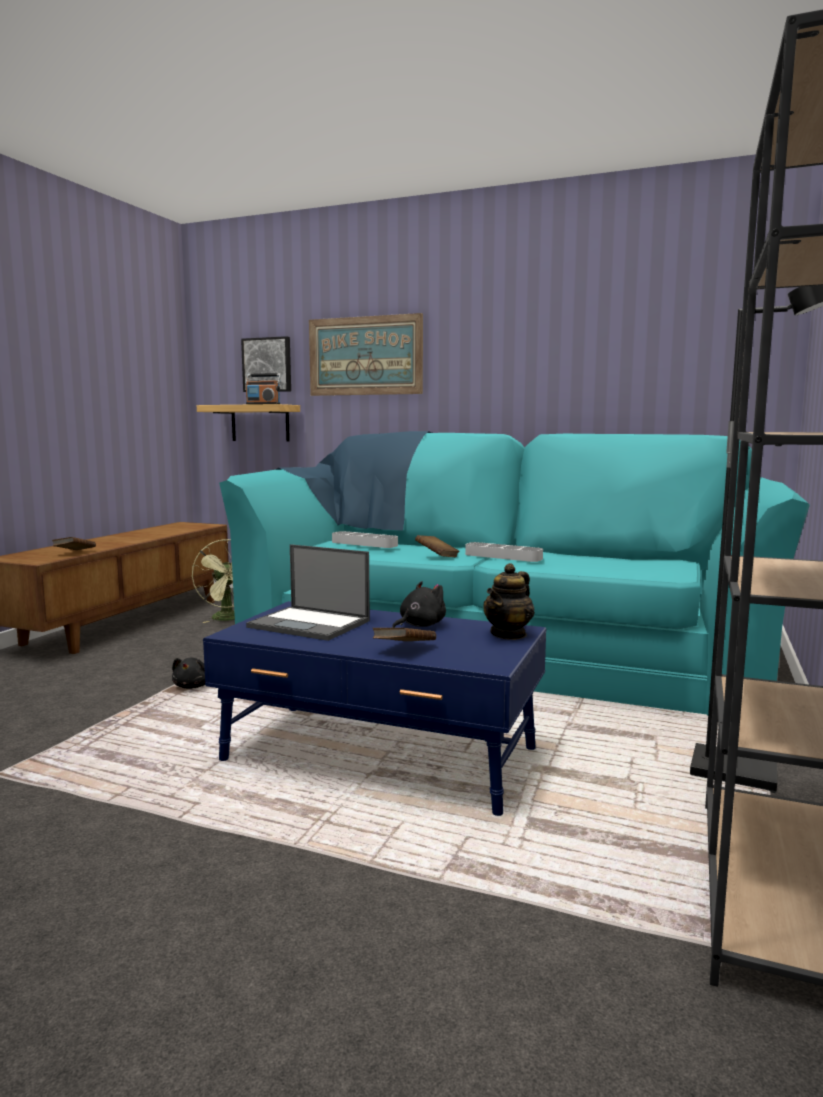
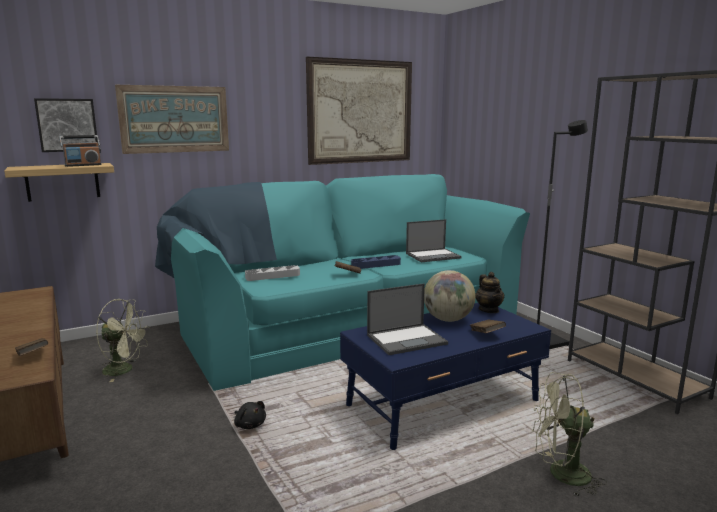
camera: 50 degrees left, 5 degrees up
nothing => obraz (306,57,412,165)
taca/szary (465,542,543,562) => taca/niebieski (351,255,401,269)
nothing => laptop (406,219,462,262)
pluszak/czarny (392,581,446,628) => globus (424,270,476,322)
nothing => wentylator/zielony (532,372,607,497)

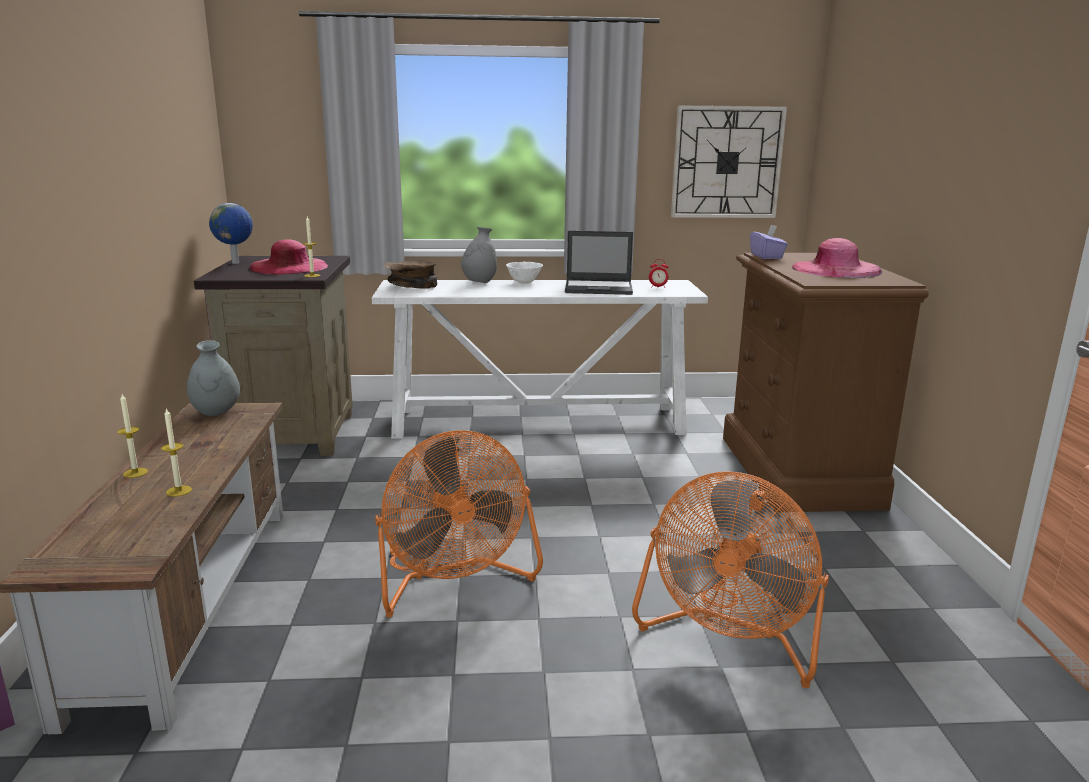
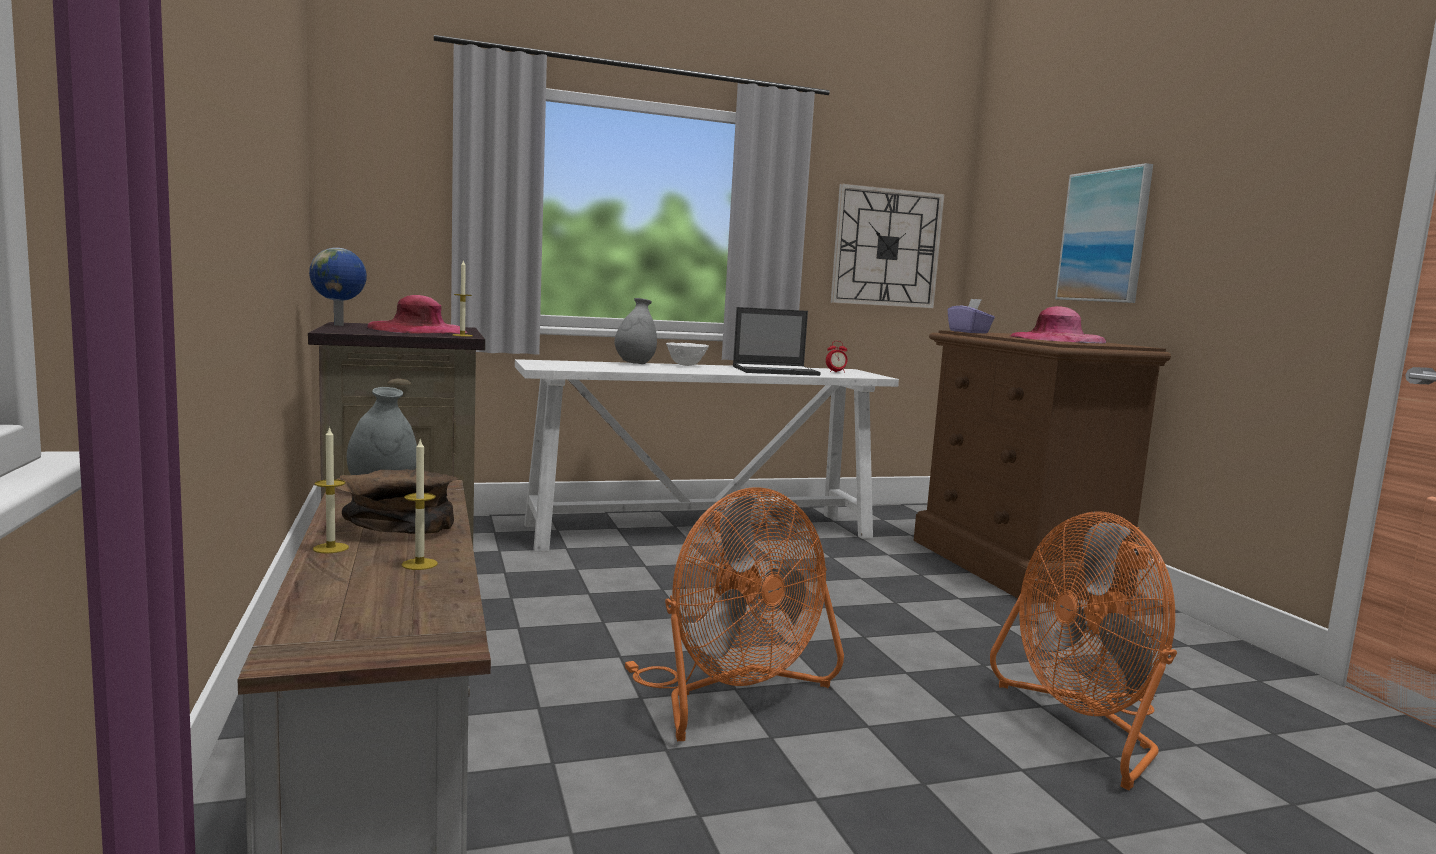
camera: 15 degrees left, 10 degrees down
miska/brązowy (383,260,438,288) => miska/brązowy (335,469,459,534), relocated
wentylator/pomarańczowy (632,472,829,688) => wentylator/pomarańczowy (990,511,1177,790), 60 degrees clockwise
nothing => obraz (1055,163,1153,303)

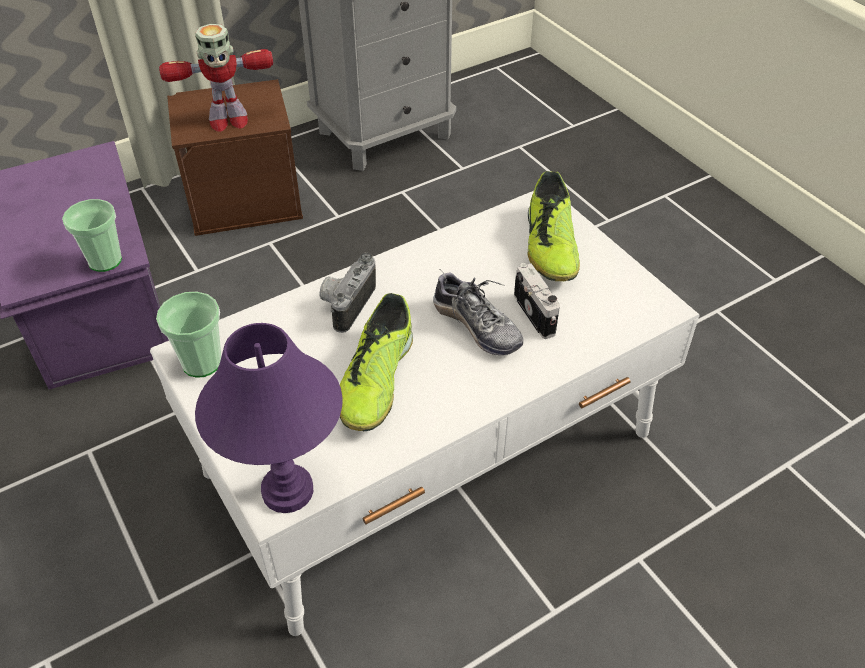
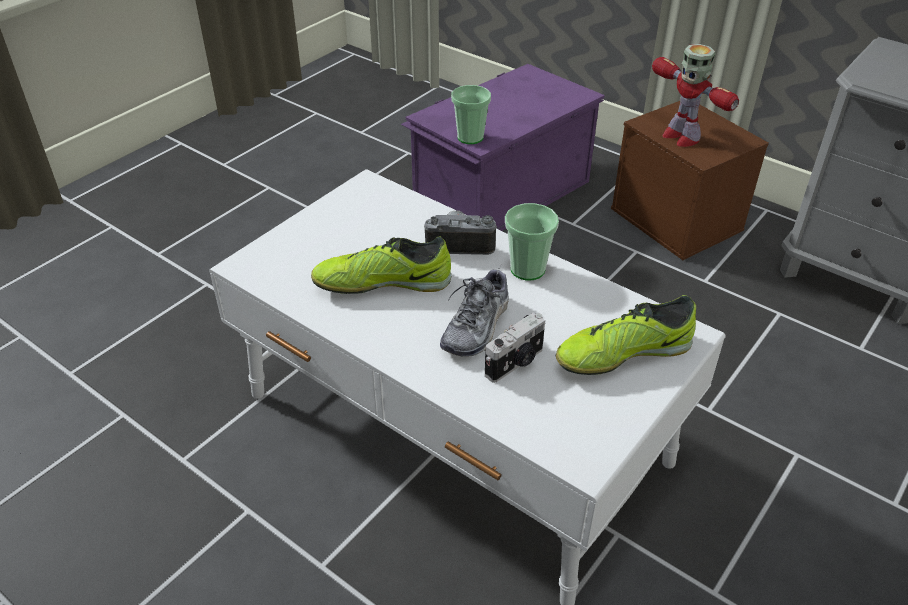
camera: 70 degrees right, 5 degrees down
filiżanka (156,292,221,377) => filiżanka (505,203,559,281), relocated
lampa stołowa/fioletowy (195,323,343,513) => nothing

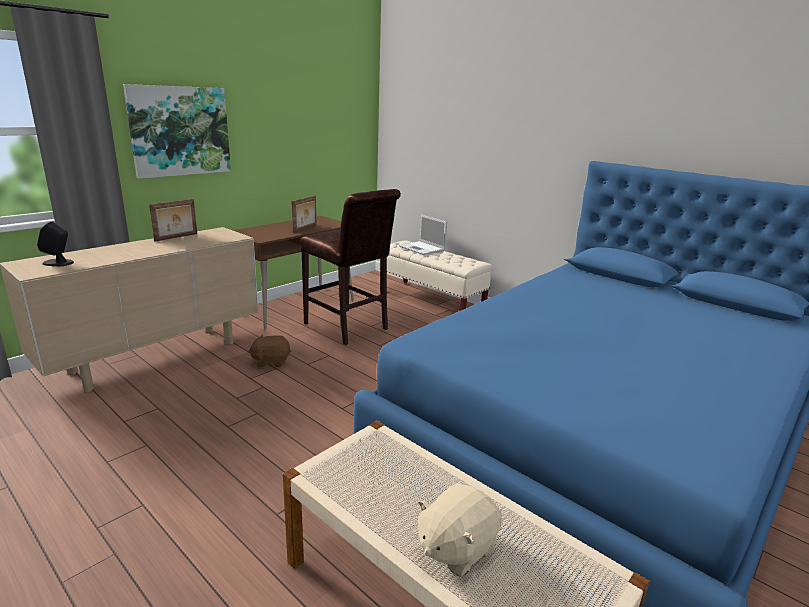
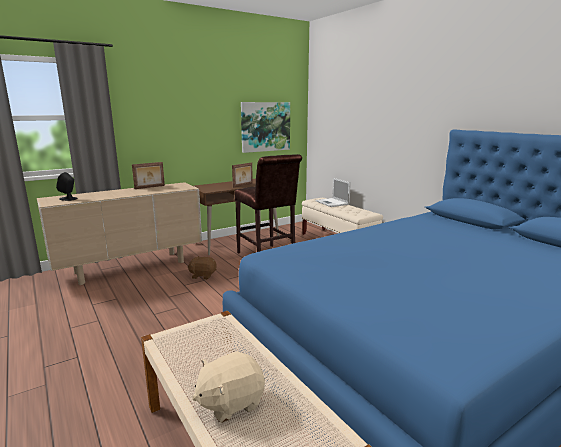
camera: 15 degrees right, 5 degrees down
obraz (123,84,231,179) => obraz (241,102,290,153), relocated

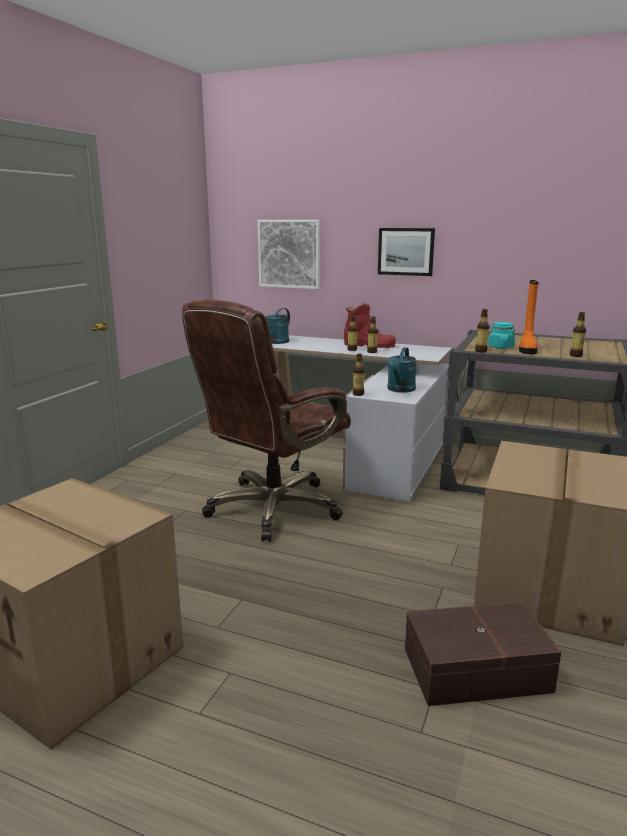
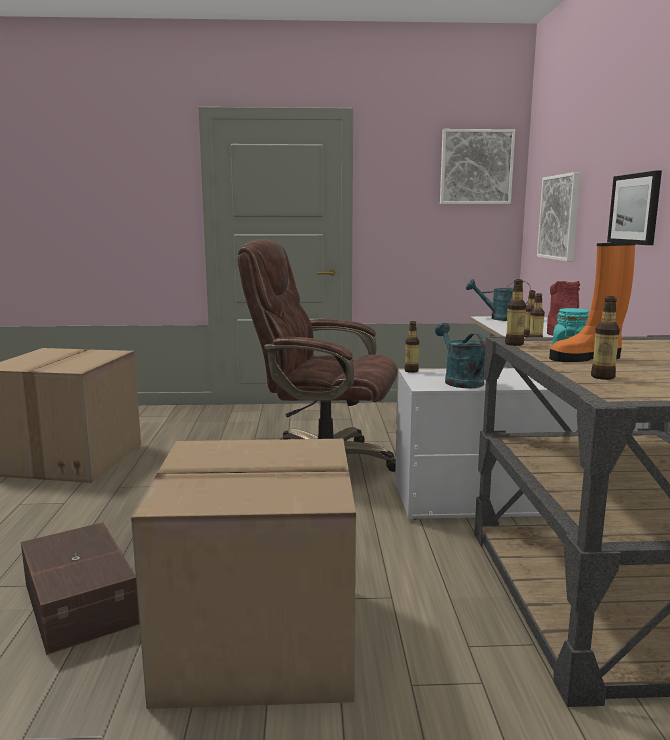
camera: 65 degrees right, 5 degrees down
konewka/turkusowy (387,347,416,393) => konewka/turkusowy (435,323,486,388), 75 degrees clockwise
nothing => obraz (440,129,515,204)

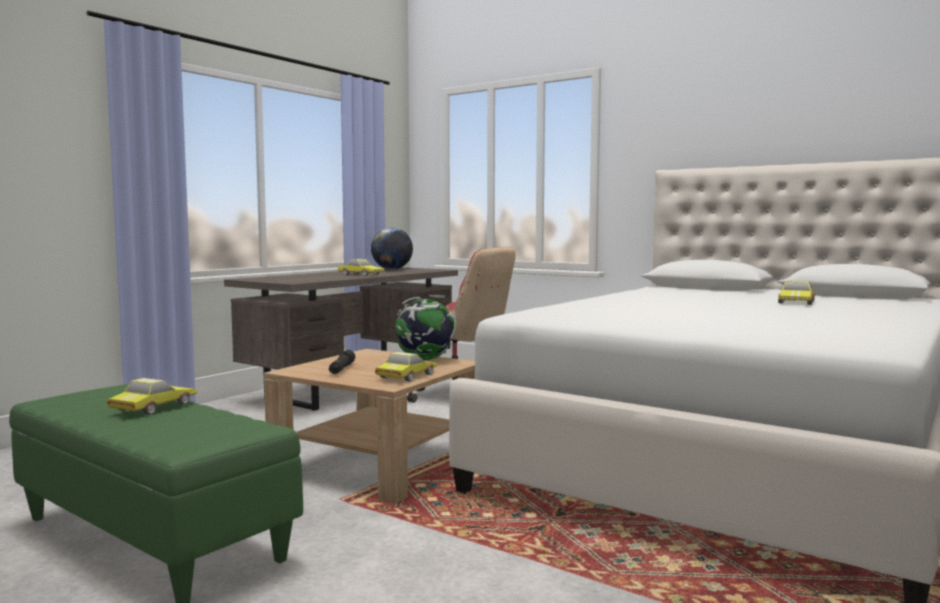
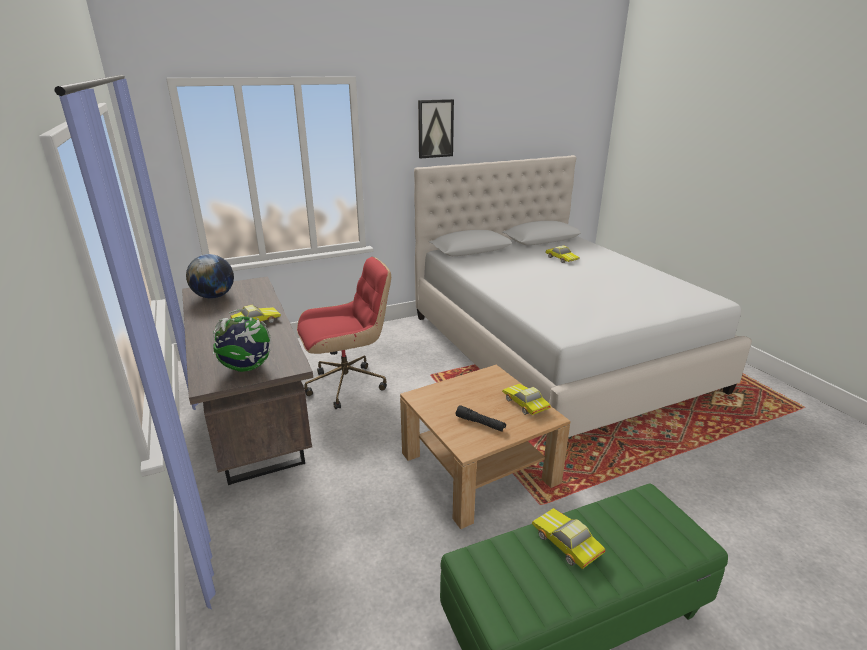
camera: 60 degrees left, 20 degrees up
globus (395,295,456,360) => globus (213,309,271,372), relocated
nothing => obraz (418,99,454,158)

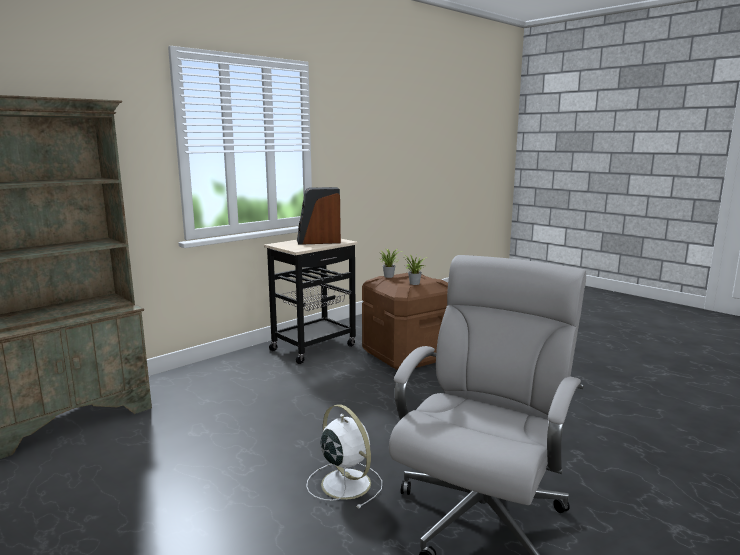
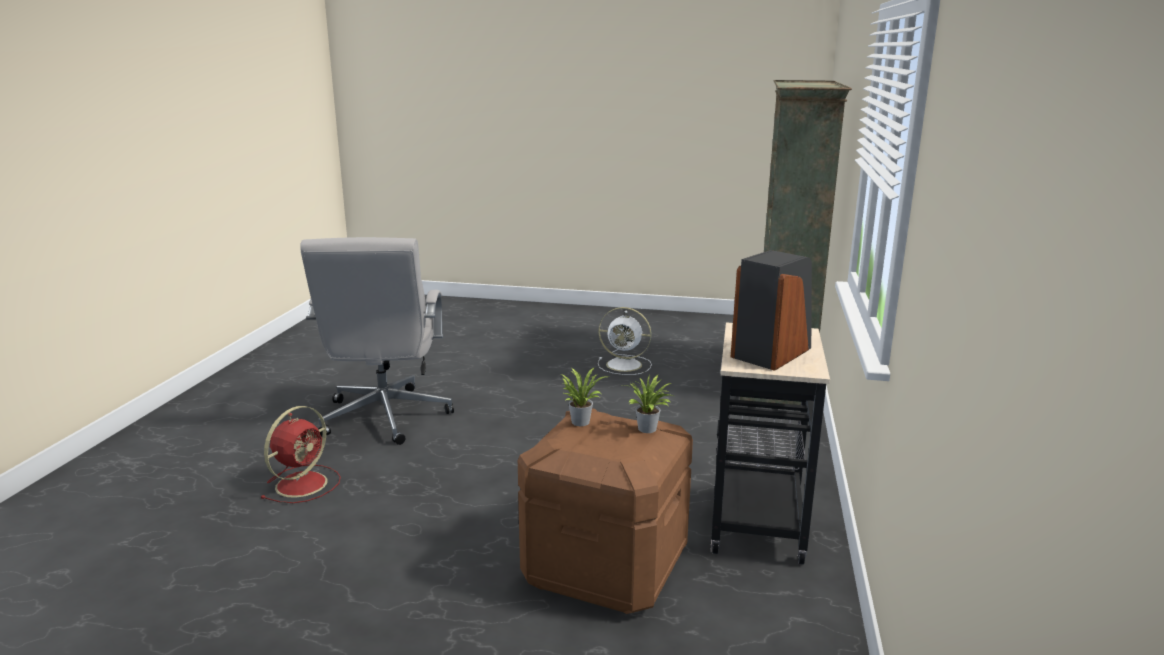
camera: 145 degrees right, 5 degrees up
nothing => wentylator/czerwony (261,406,341,503)
wentylator/biały (306,404,382,508) => wentylator/biały (598,307,652,375), relocated

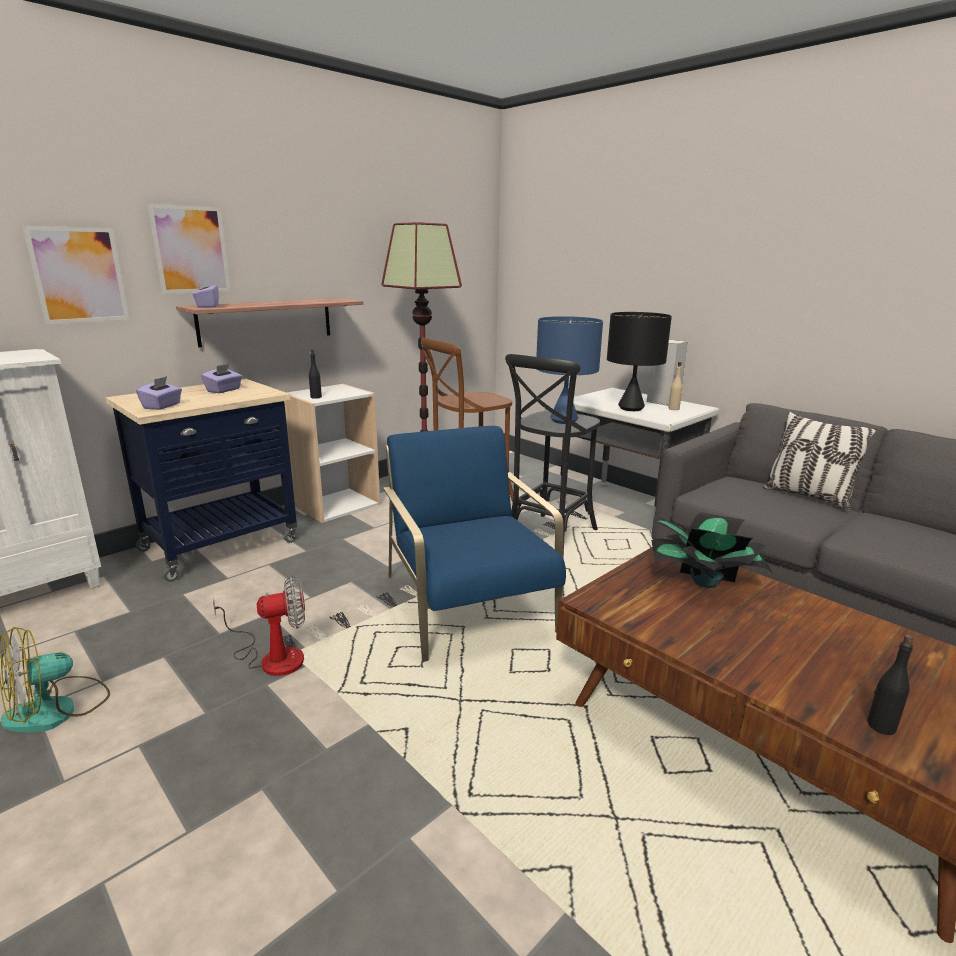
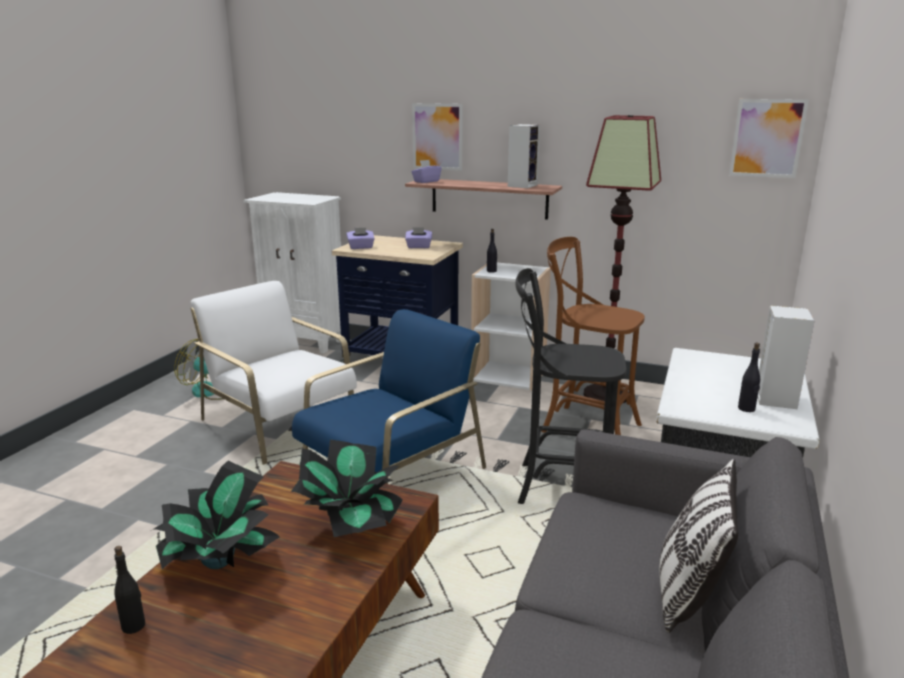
camera: 65 degrees right, 0 degrees up
nothing => roślina doniczkowa (152,461,280,569)
wentylator (213,576,305,676) => fotel/biały (190,281,357,465)
nothing => głośnik (508,124,540,188)
obraz (23,226,129,324) => obraz (729,99,809,178), relocated
butelka/beżowy (668,362,682,410) => butelka/czarny (738,343,760,412)
lampa stołowa/niebieski (536,316,603,424) => nothing
lampa stołowa/czarny (607,312,672,411) => nothing

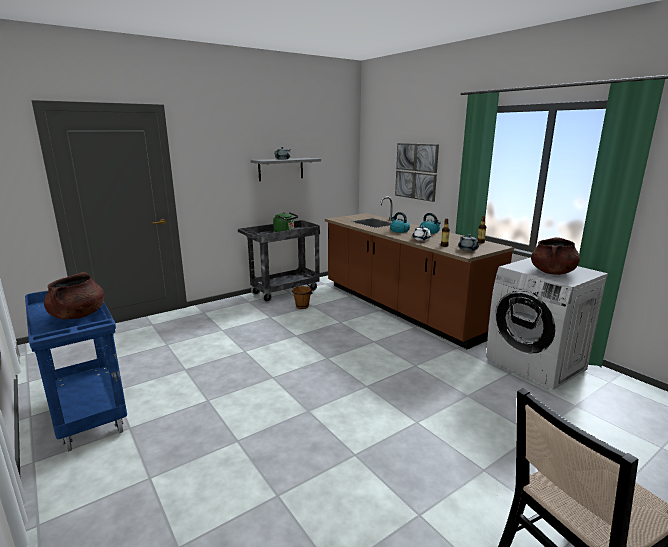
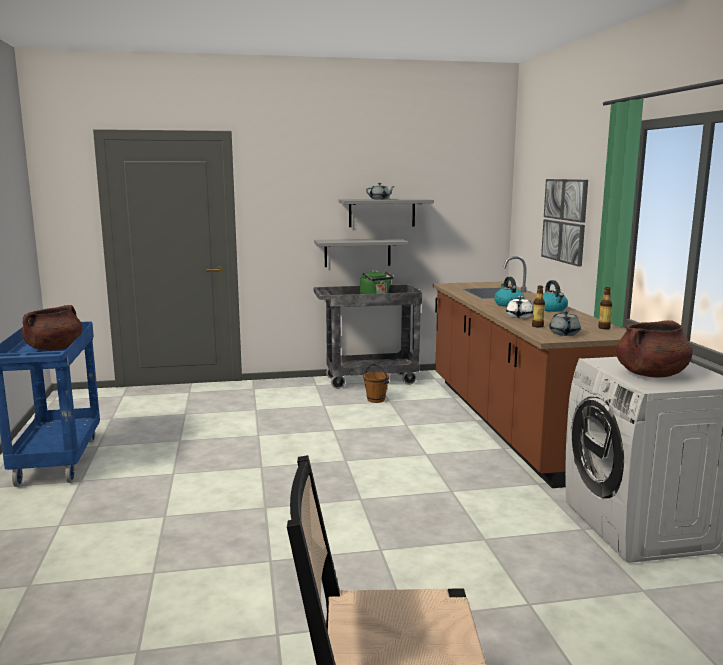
camera: 25 degrees right, 5 degrees down
nothing => półka/szary (314,238,408,267)

